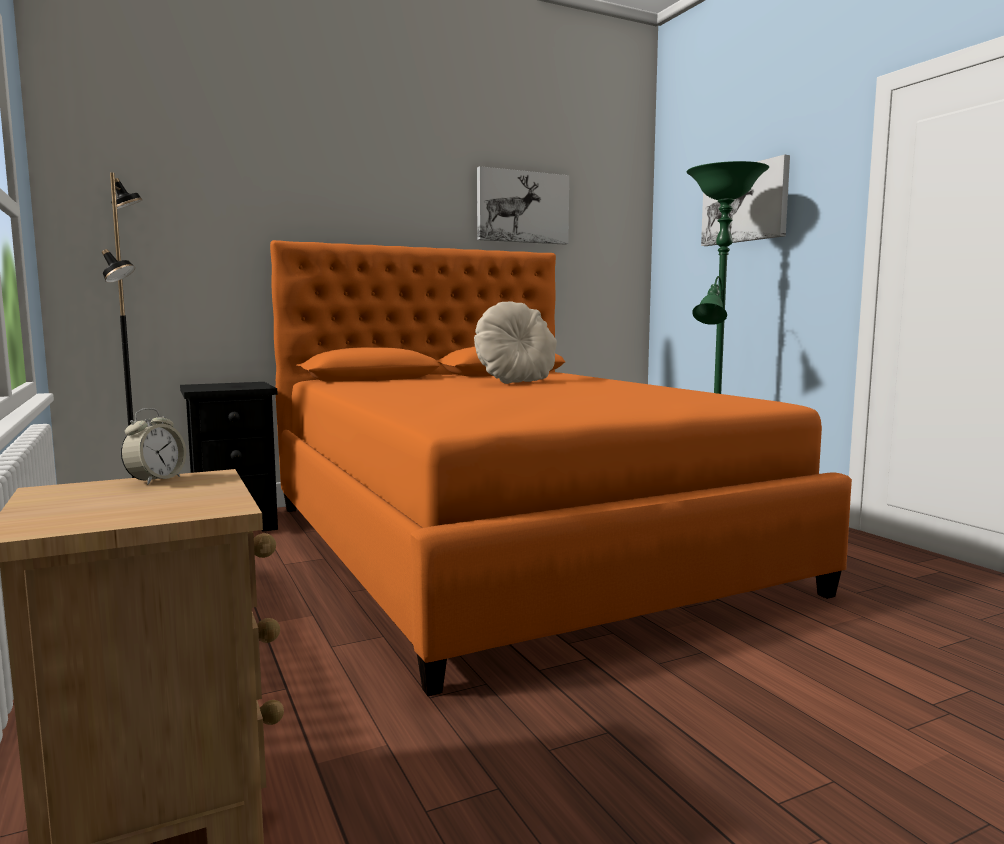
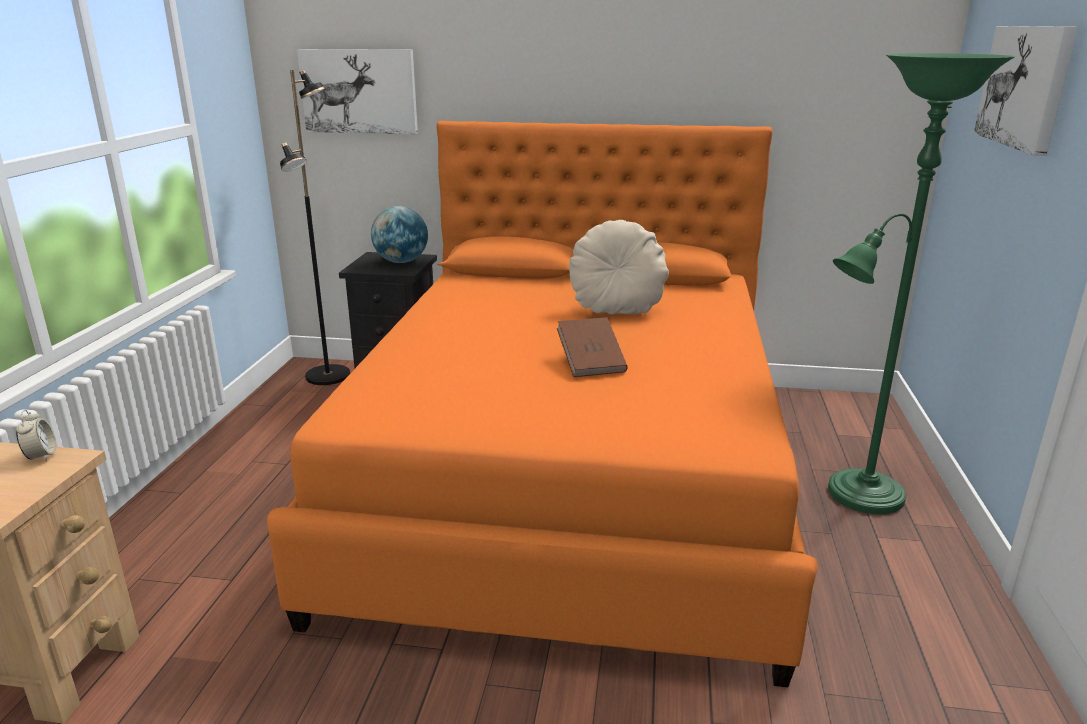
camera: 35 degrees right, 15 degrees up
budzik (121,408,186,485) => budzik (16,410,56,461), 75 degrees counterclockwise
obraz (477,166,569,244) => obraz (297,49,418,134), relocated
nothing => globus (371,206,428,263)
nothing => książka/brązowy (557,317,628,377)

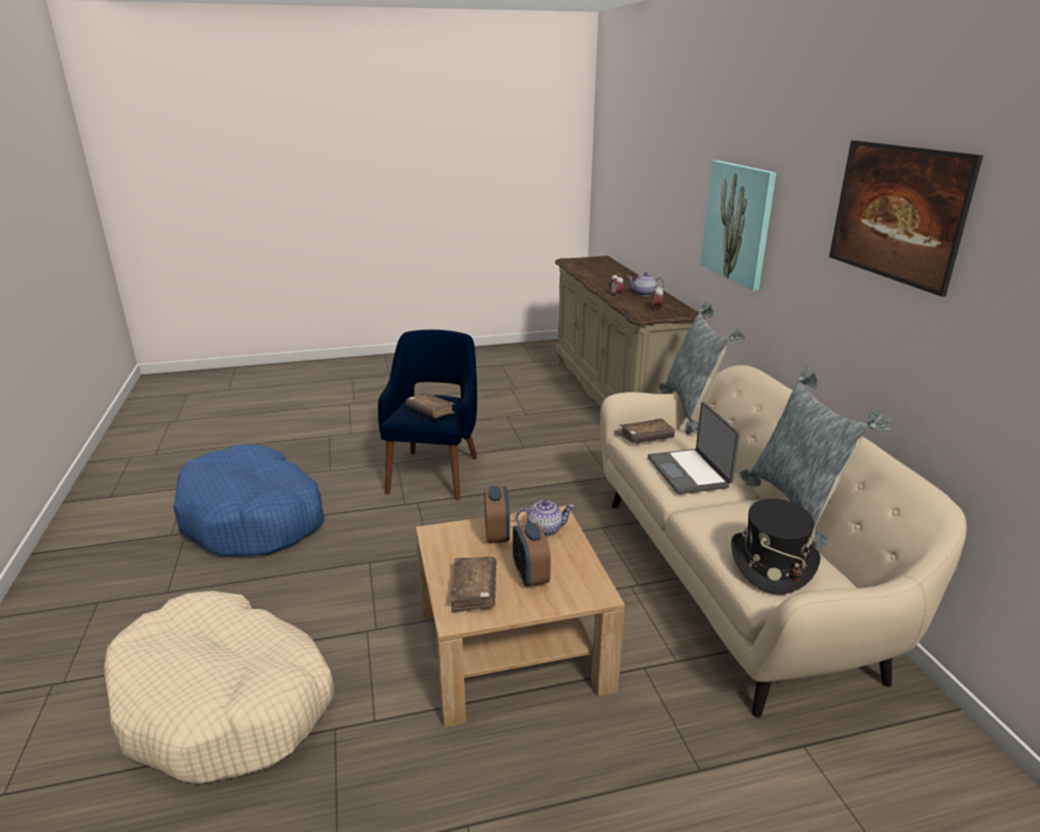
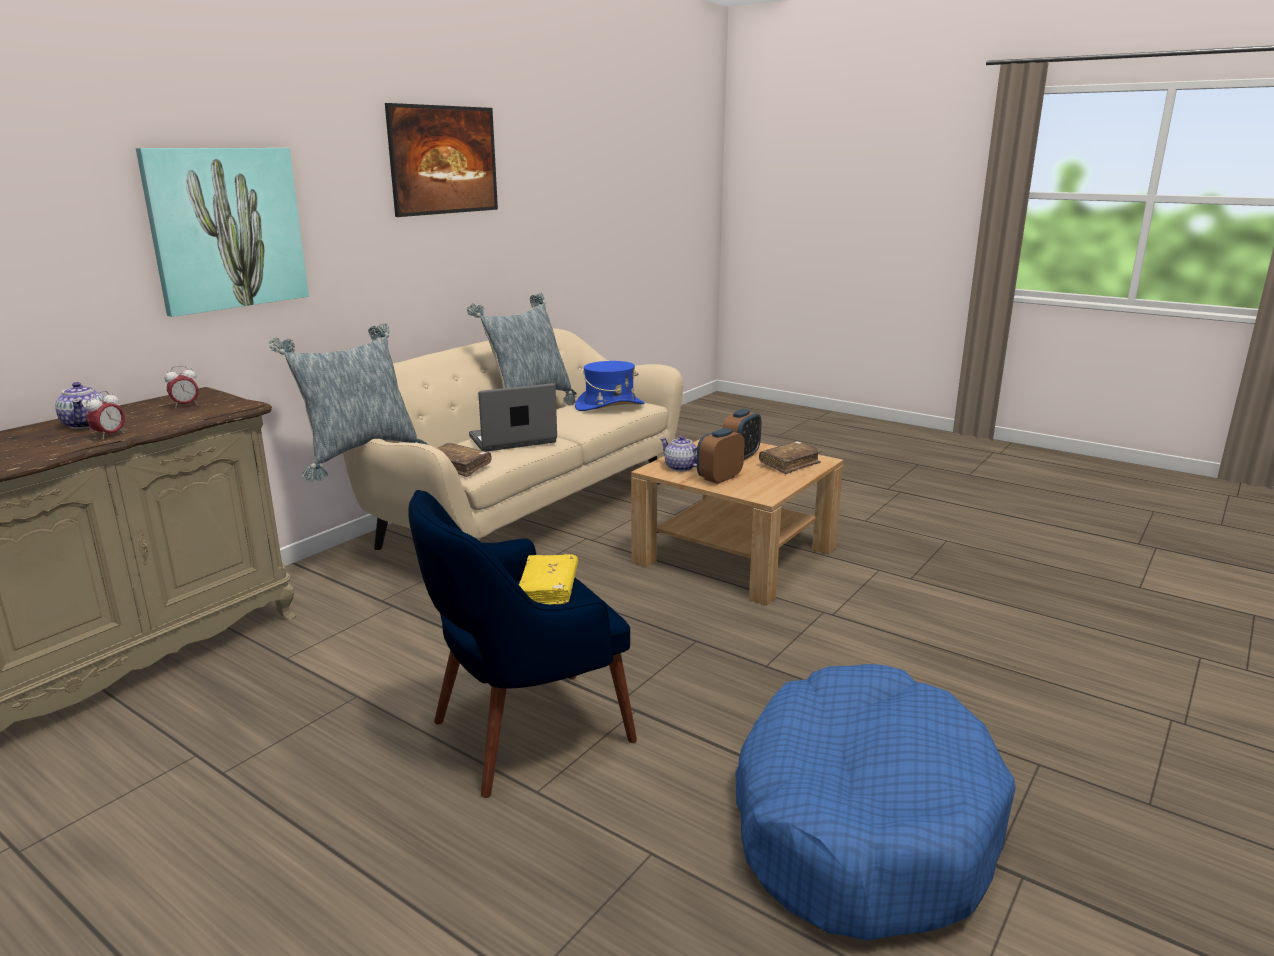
camera: 130 degrees left, 5 degrees down
laptop (648,402,740,494) => laptop (469,383,557,451), 150 degrees counterclockwise
książka/brązowy (406,392,455,418) => książka/żółty (519,554,578,605)
kapelusz/czarny (731,498,821,595) => kapelusz/niebieski (575,361,644,411)
legowisko/beżowy (104,591,334,785) => nothing

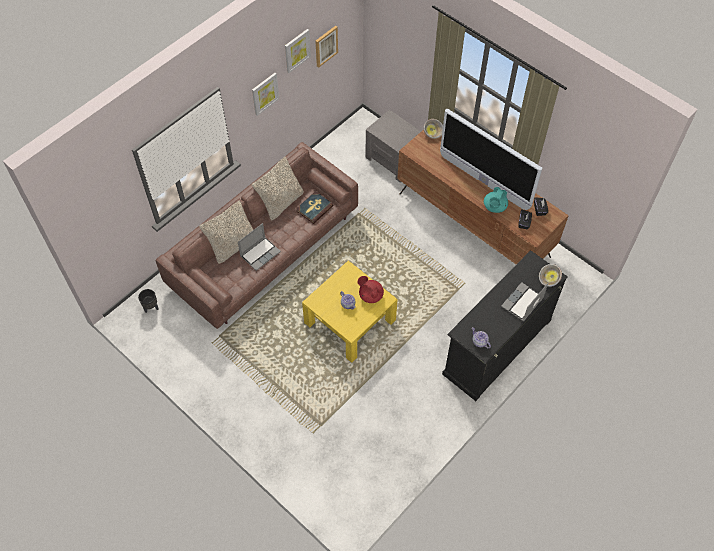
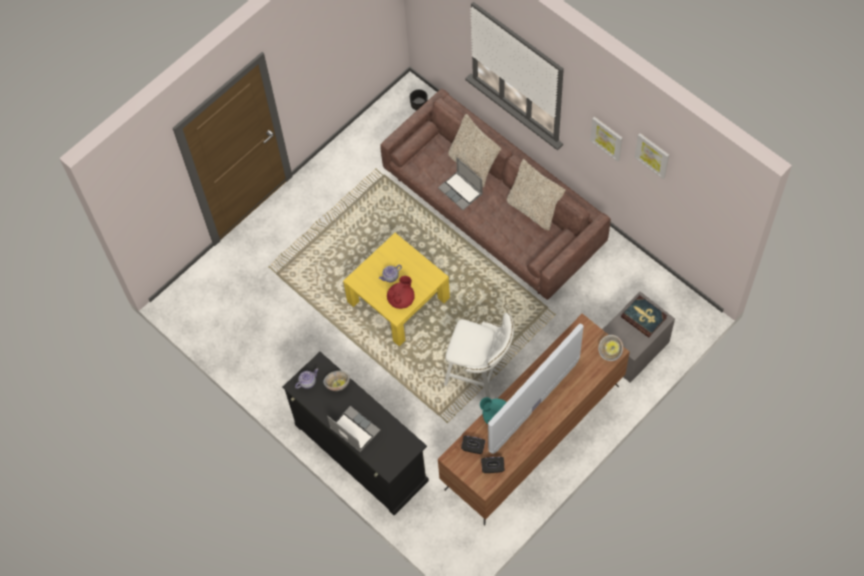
camera: 95 degrees right, 5 degrees up
miska (539,264,562,287) => miska (323,371,350,391), relocated
nothing => stołek/biały (444,312,514,398)
książka (296,191,333,224) => książka (621,295,667,338), relocated
obraz (315,26,338,68) => nothing

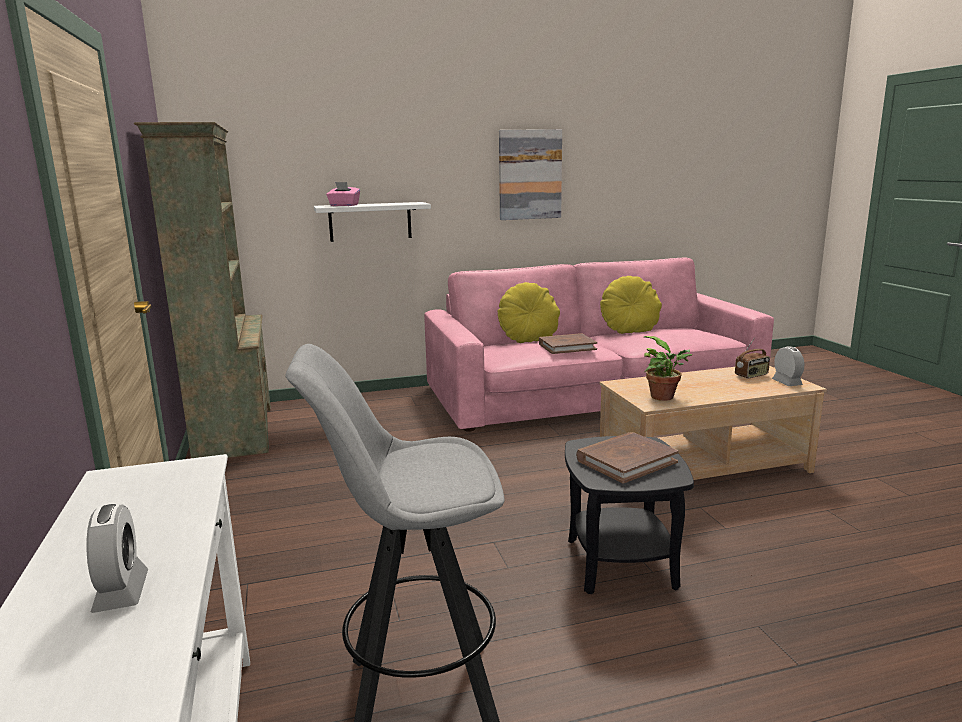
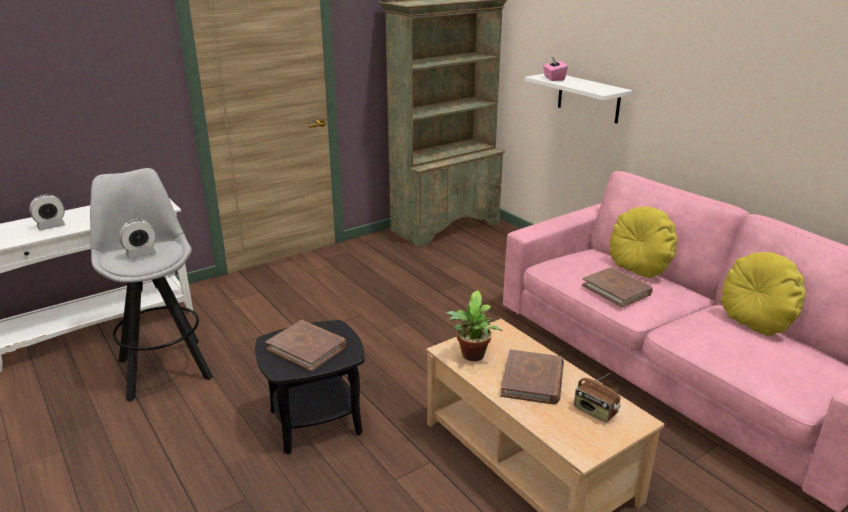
camera: 70 degrees right, 10 degrees up
budzik (772,346,804,386) => budzik (119,219,156,260), relocated
nothing => książka/brązowy (500,349,564,405)
obraz (499,129,562,220) => nothing

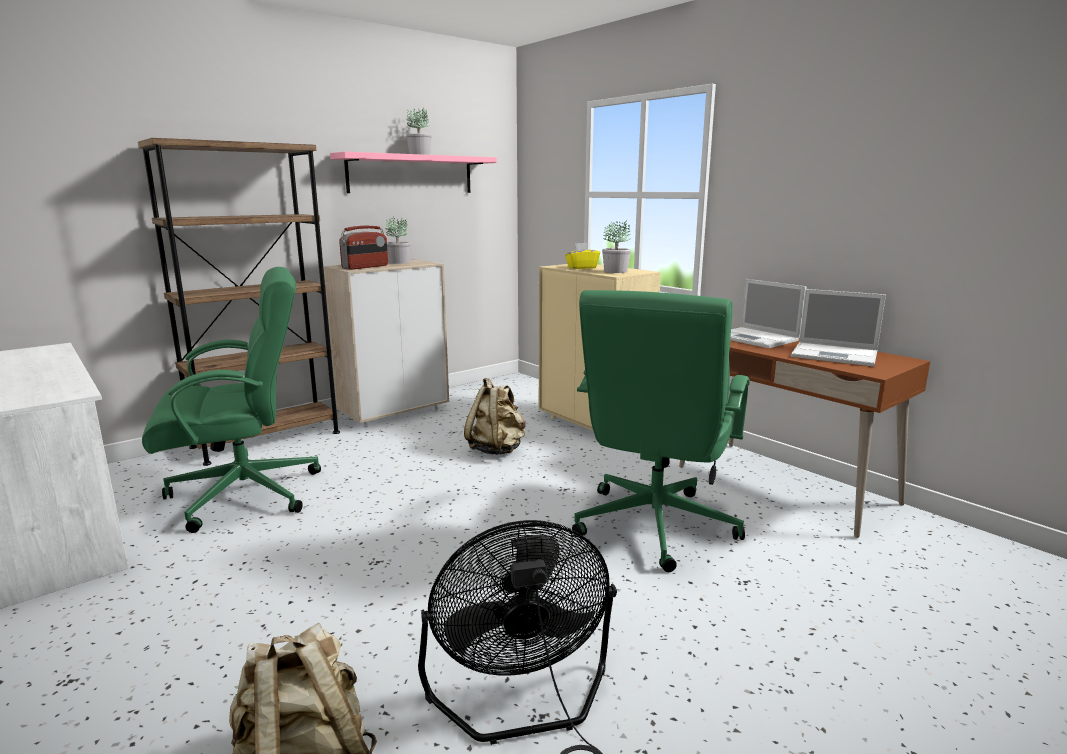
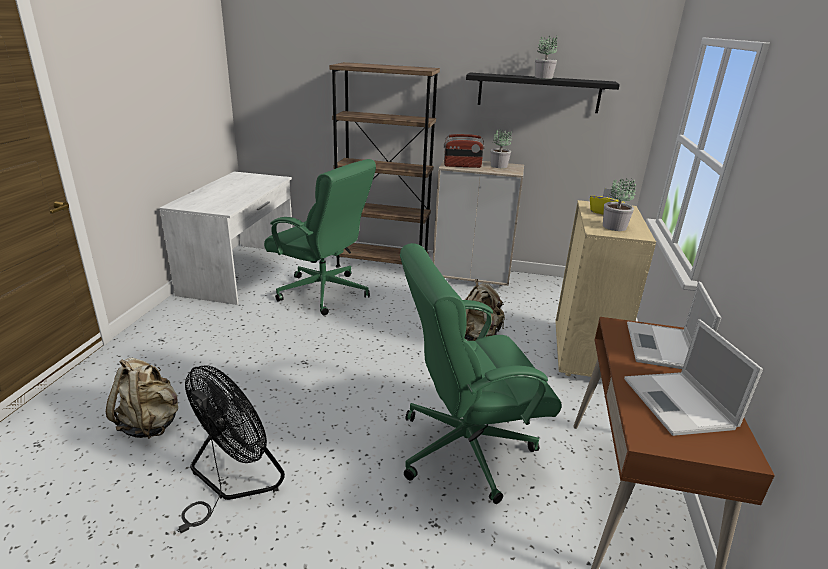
camera: 50 degrees right, 10 degrees up
półka/różowy (330,152,497,193) => półka/czarny (466,73,620,113)

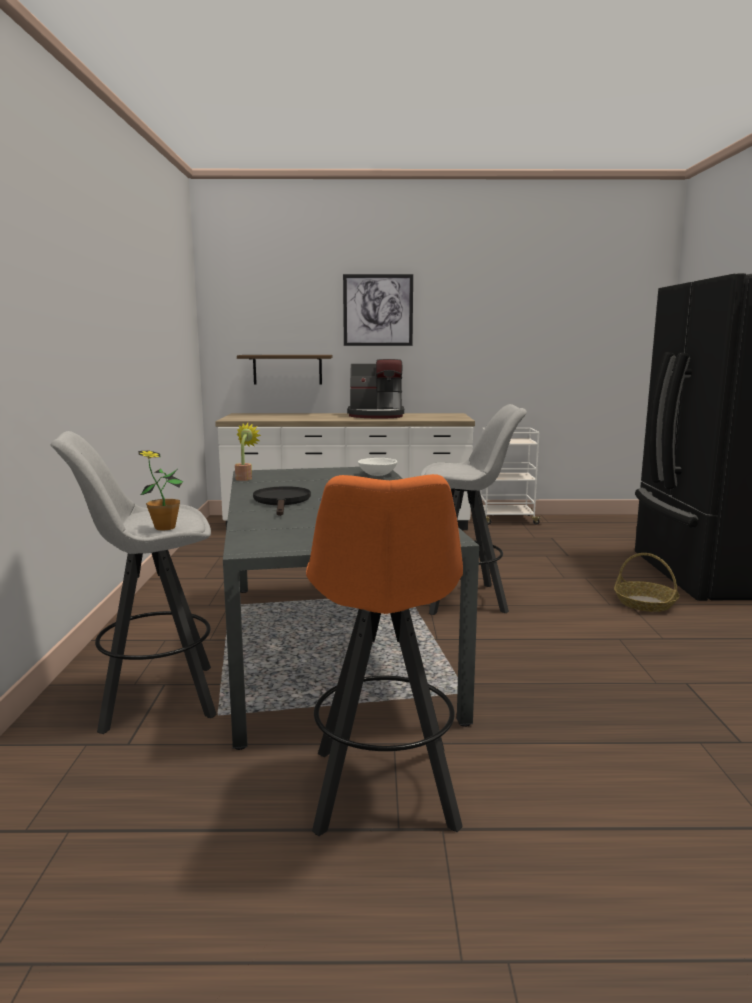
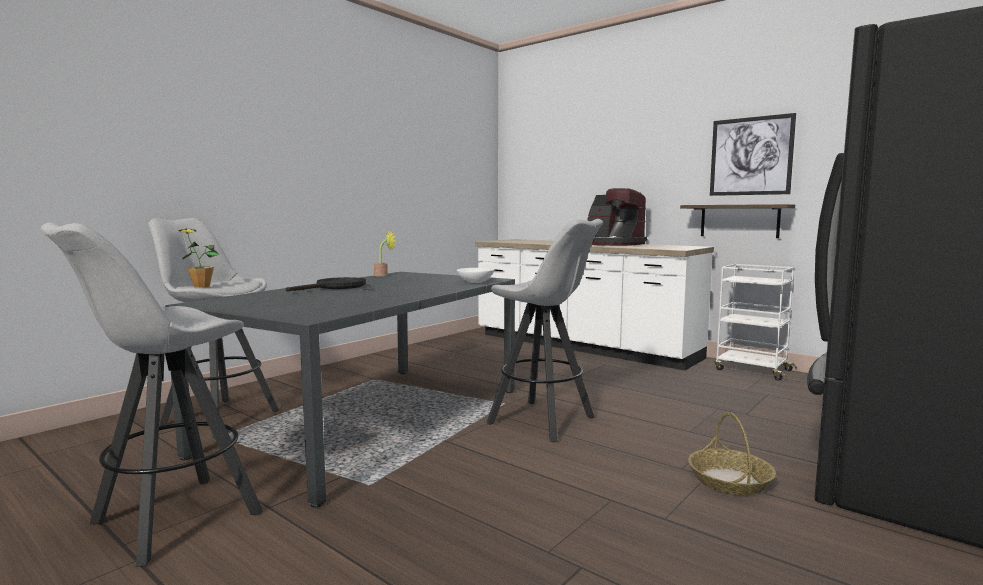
camera: 40 degrees right, 5 degrees down
stołek/pomarańczowy (306,474,463,836) => stołek/szary (40,222,263,567)
półka (237,355,333,385) => półka (680,204,795,238), relocated
obraz (343,274,413,346) => obraz (710,113,796,196), relocated

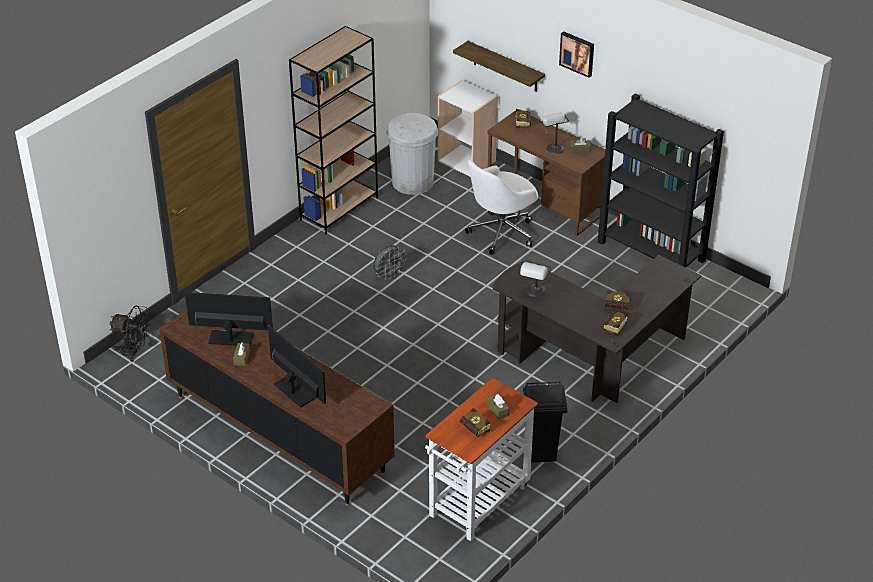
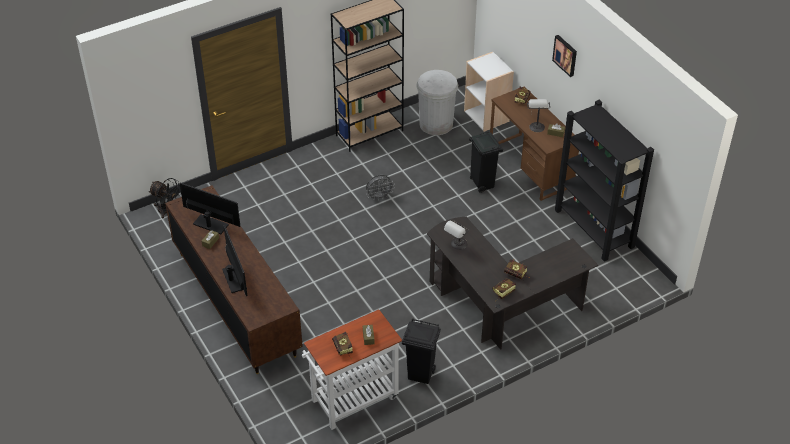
camera: 20 degrees right, 5 degrees up
krzesło biurowe/biały (465,159,538,255) => kosz na śmieci/czarny (469,132,503,193)
półka (453,41,545,92) => nothing

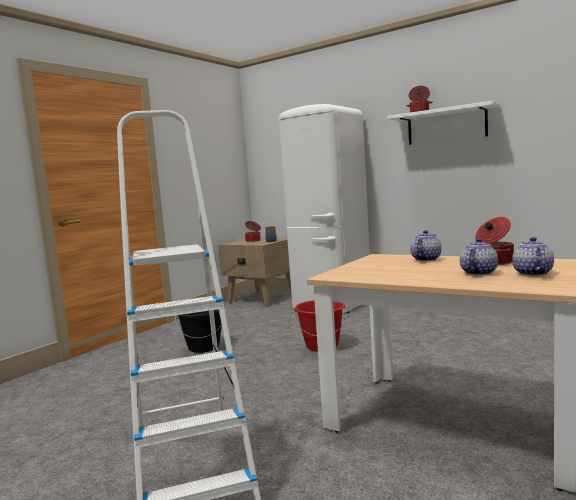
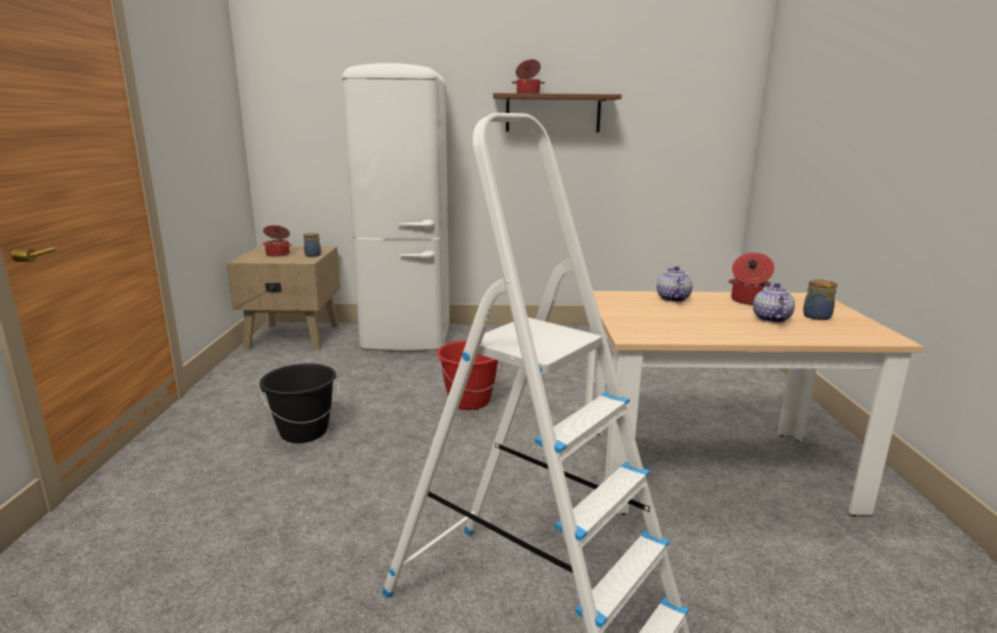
camera: 35 degrees left, 10 degrees up
półka/biały (387,101,500,145) => półka/brązowy (493,93,622,133)
imbryk (512,237,554,276) => słoik (803,279,837,320)

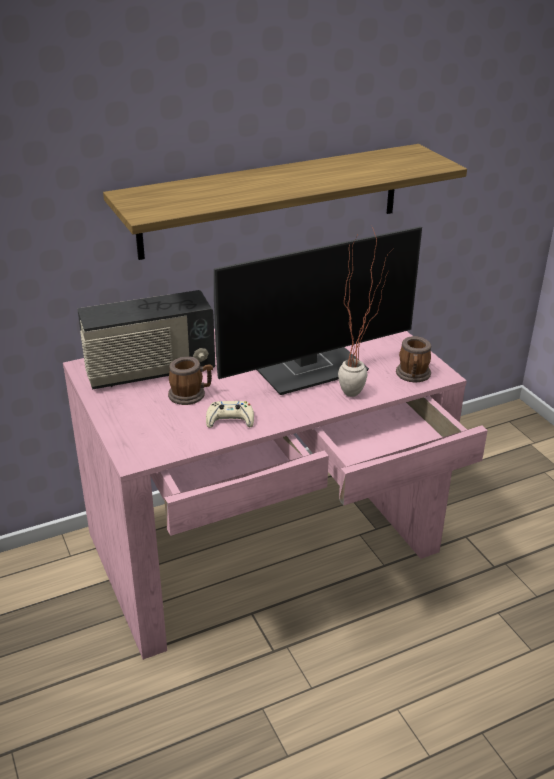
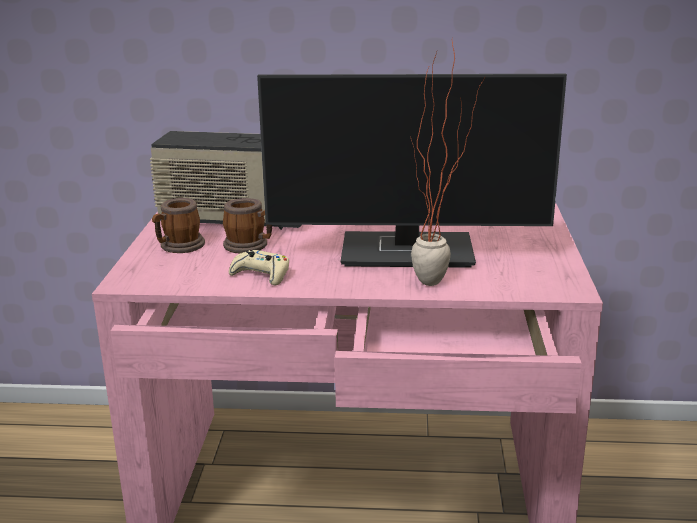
camera: 30 degrees right, 10 degrees down
kubek (396,336,431,382) => kubek (152,198,205,253), relocated
półka (103,144,467,260) => nothing

